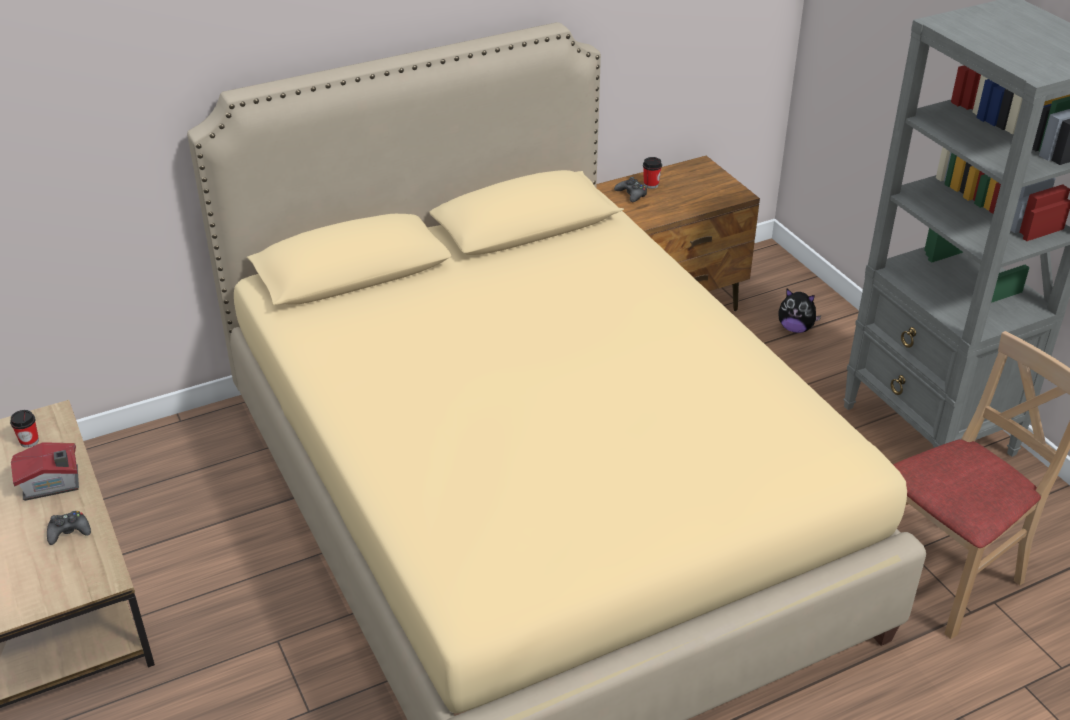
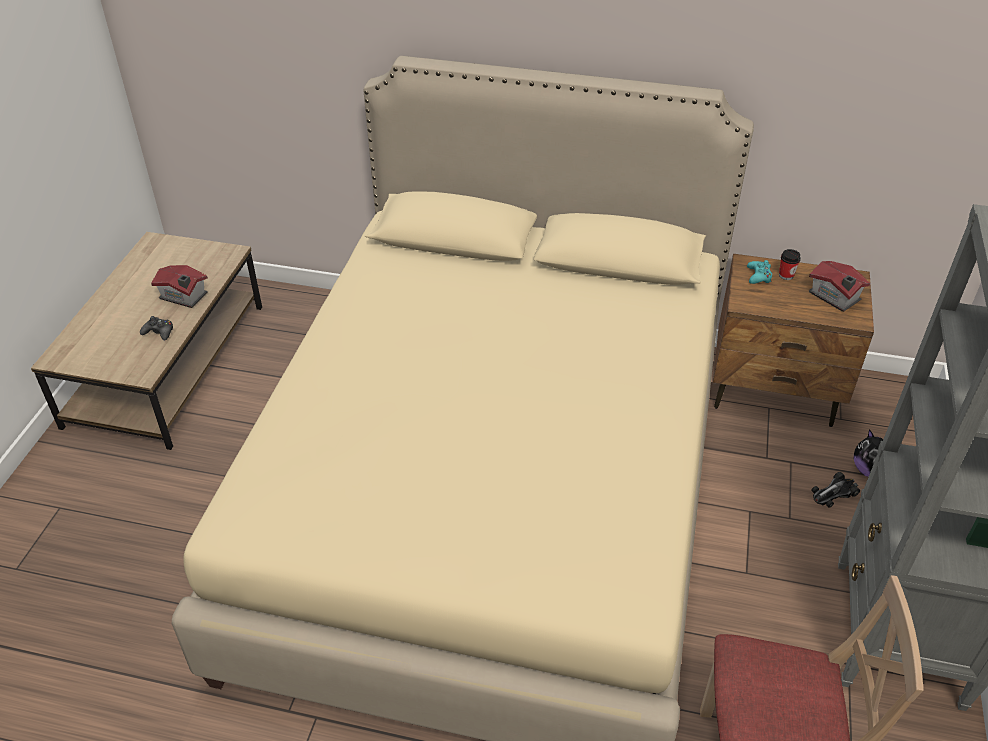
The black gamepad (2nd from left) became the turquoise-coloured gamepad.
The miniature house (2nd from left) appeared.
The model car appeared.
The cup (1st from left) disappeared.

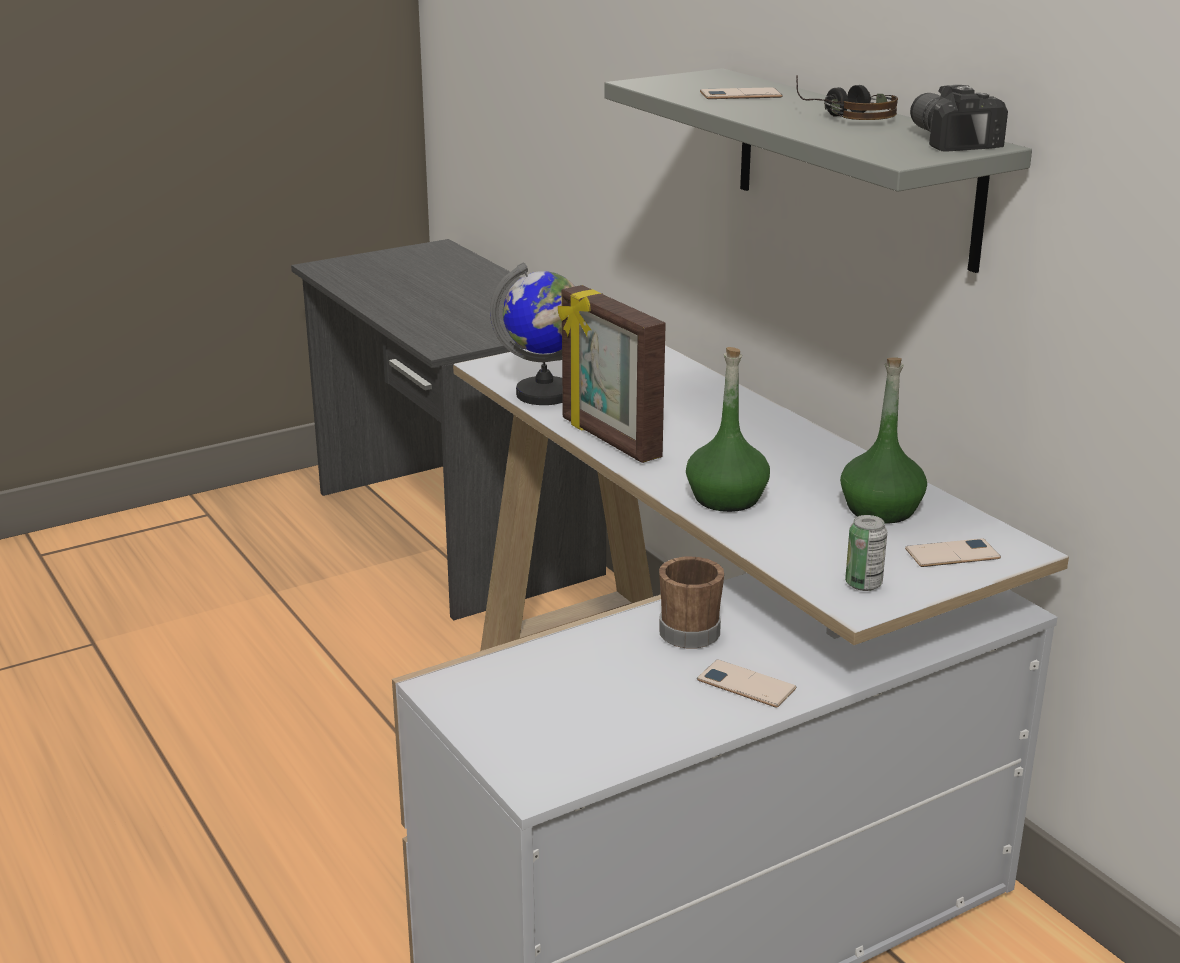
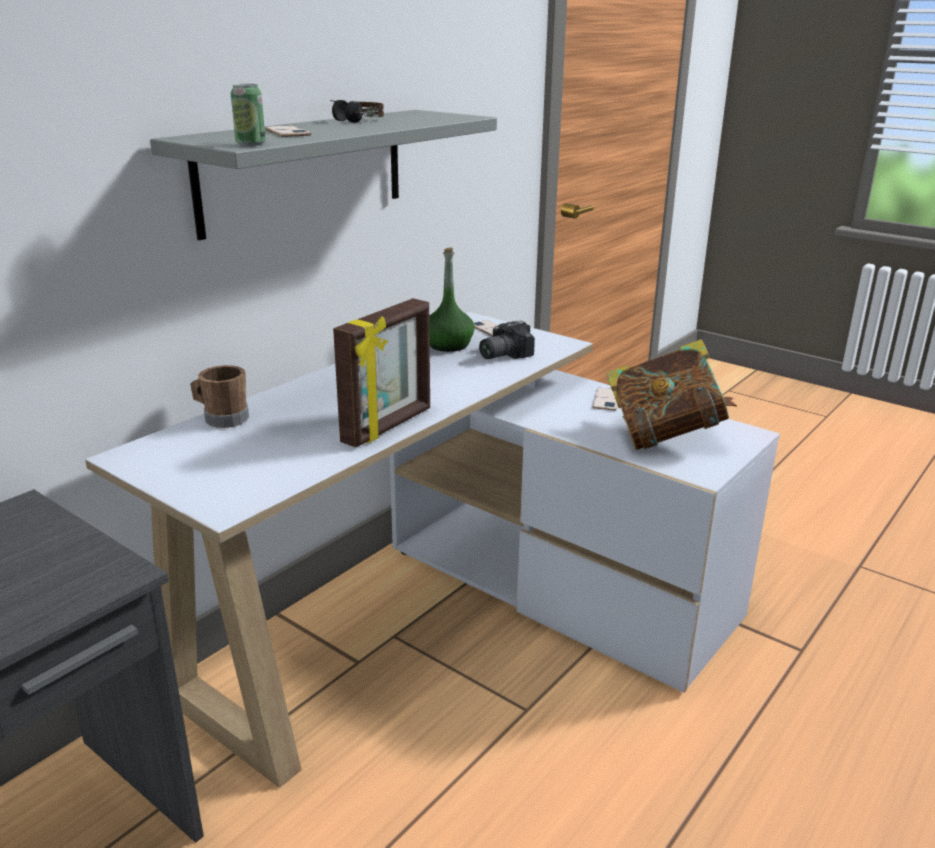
The brownish mug moved.
The can moved.
The still camera moved.
The bound book appeared.
The desk globe disappeared.
The green-coloured beverage bottle (1st from left) disappeared.

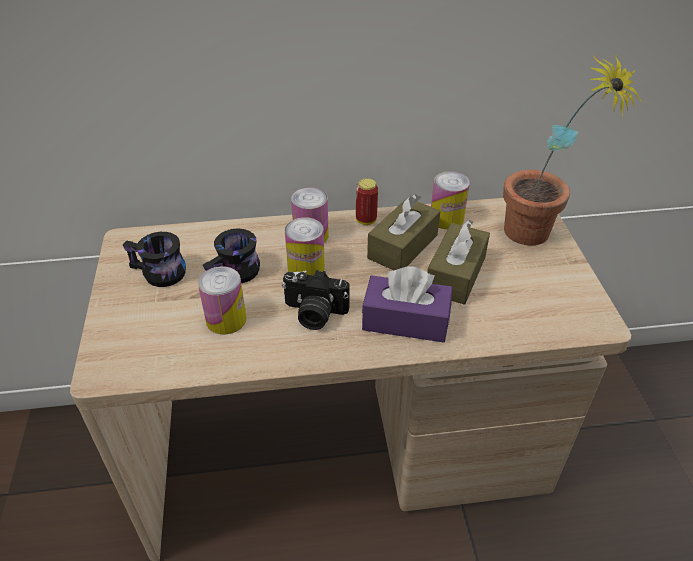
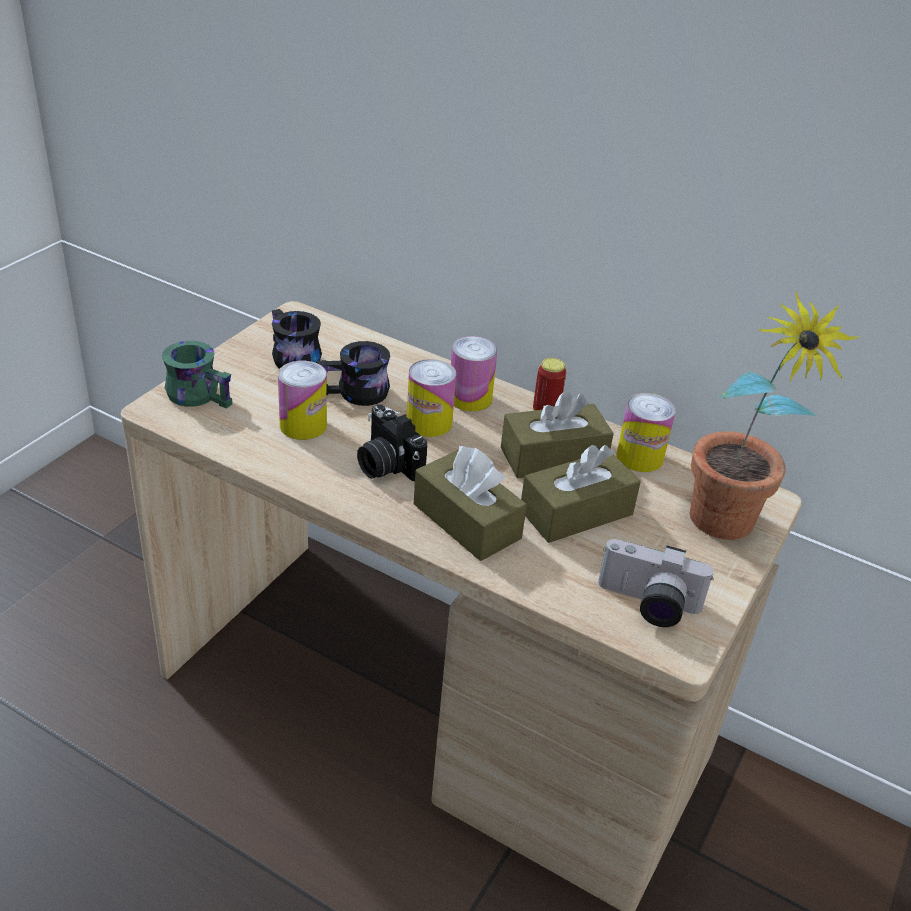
The green-coloured mug appeared.
The purple-coloured tissue holder became the brownish tissue holder (1st from left).
The still camera (2nd from left) appeared.

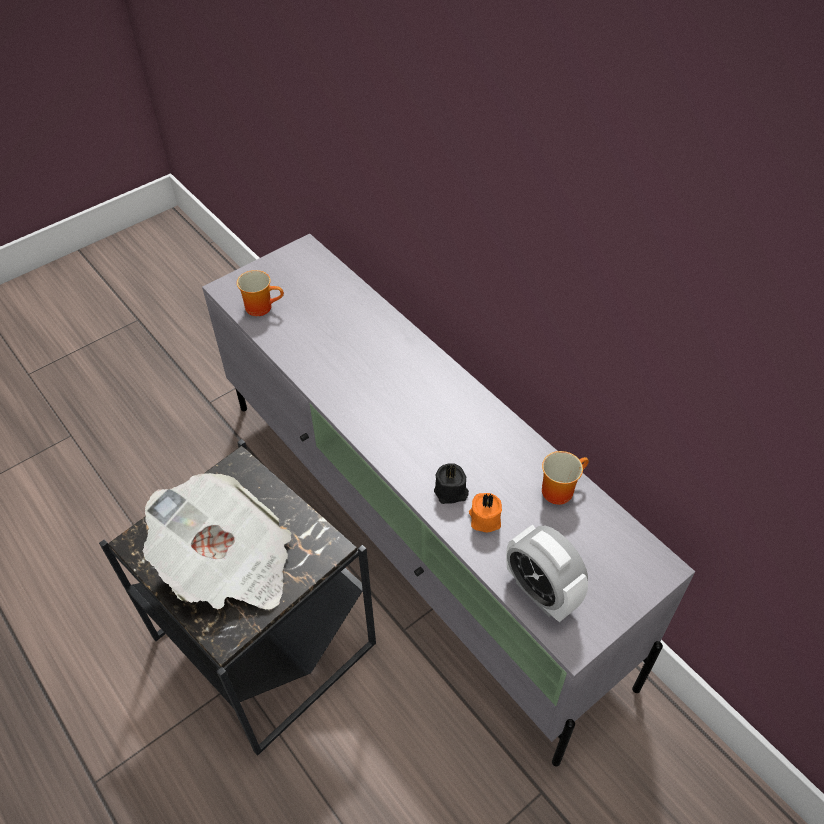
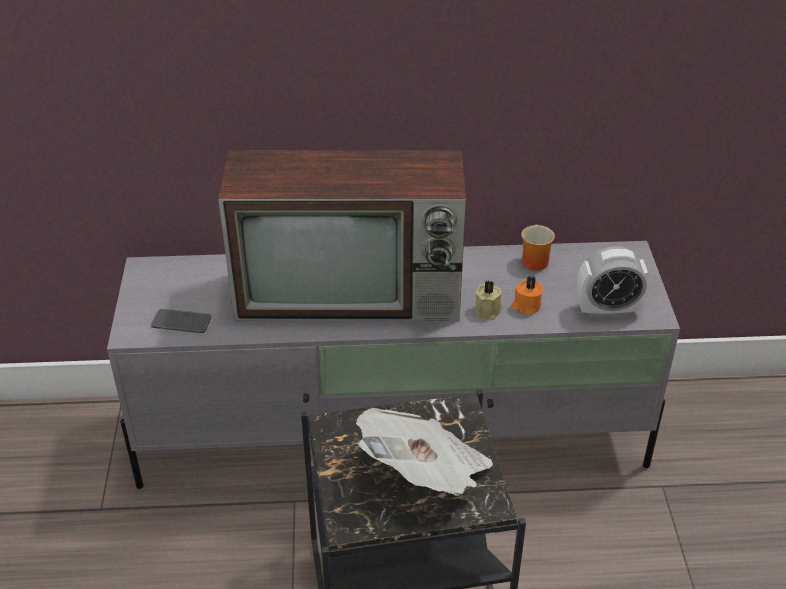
The mug (1st from left) was replaced by the handset.
The TV appeared.
The black wax light became the beige-coloured wax light.

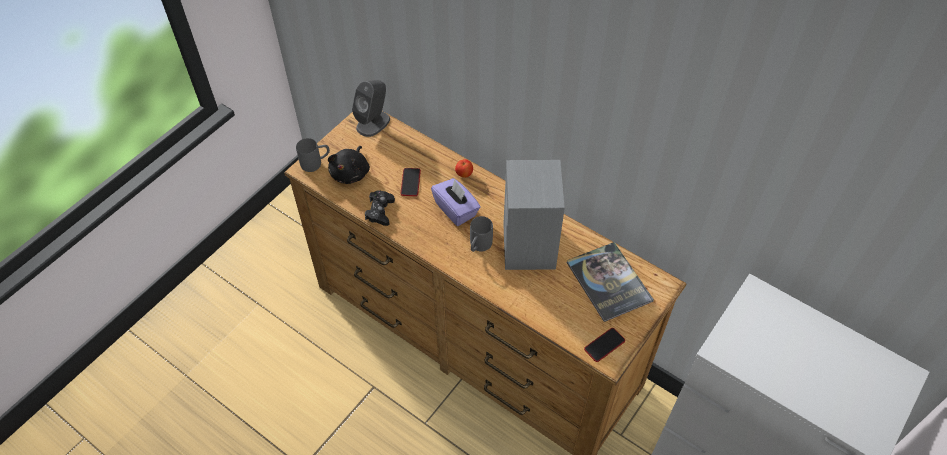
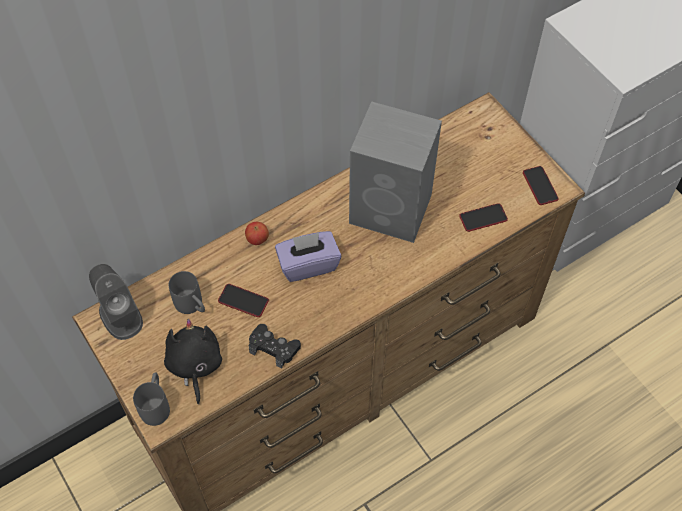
The black soft toy turned 135 degrees counterclockwise.
The grey mug (2nd from left) moved.
The handset (2nd from left) appeared.
The bound book disappeared.

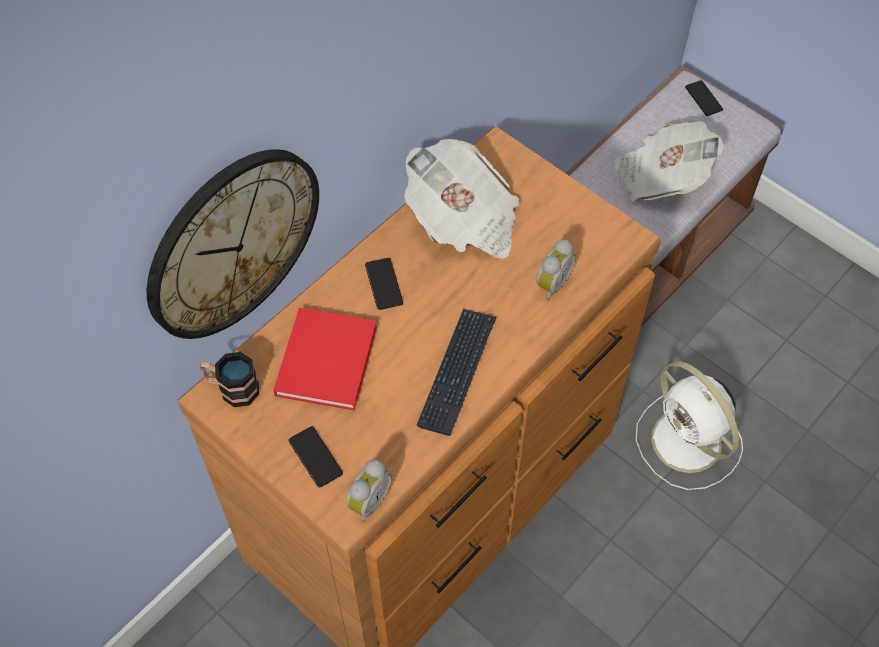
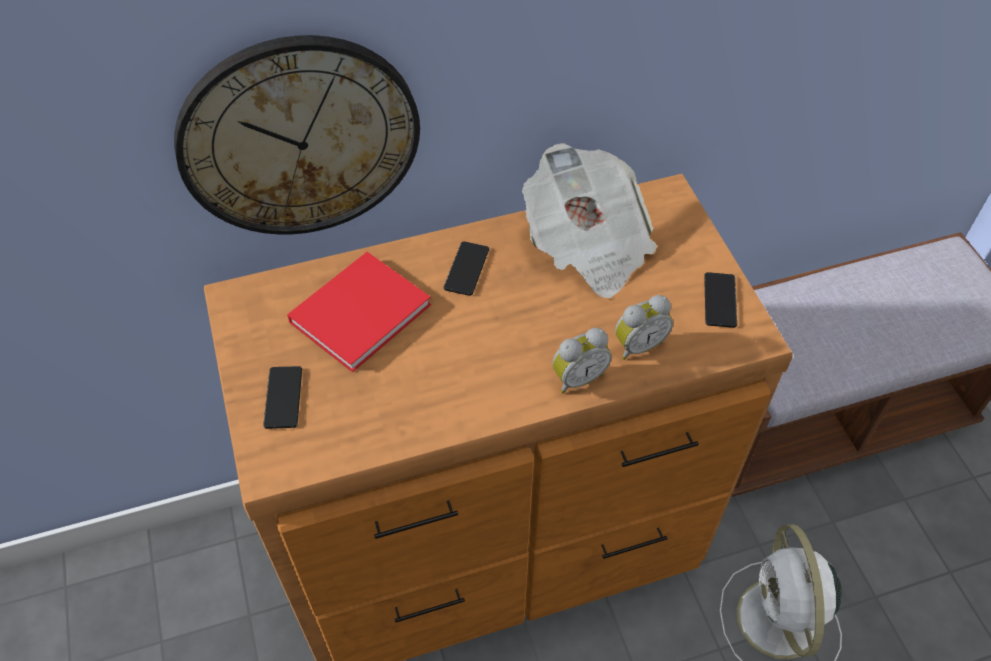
The table clock (1st from left) moved.
The handset (3rd from left) moved.
The mug disappeared.
The PC keyboard disappeared.
The newspaper (2nd from left) disappeared.

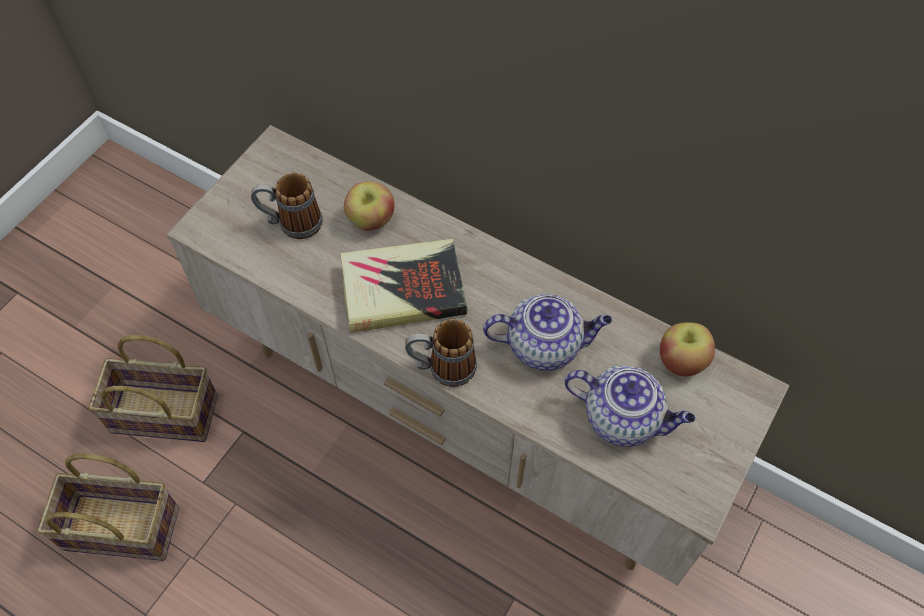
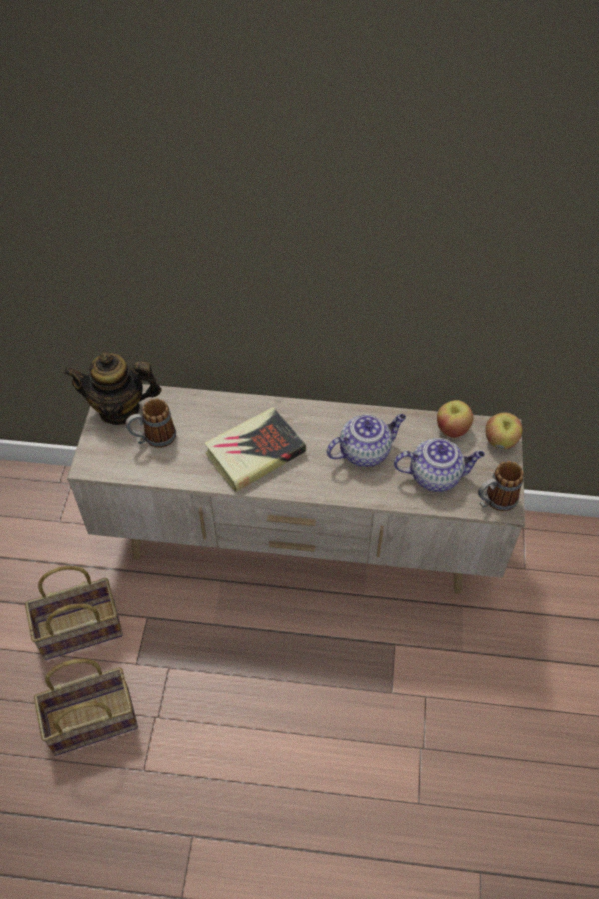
The teapot (1st from left) appeared.
The mug (2nd from left) moved.
The apple fruit (1st from left in the first image) moved.

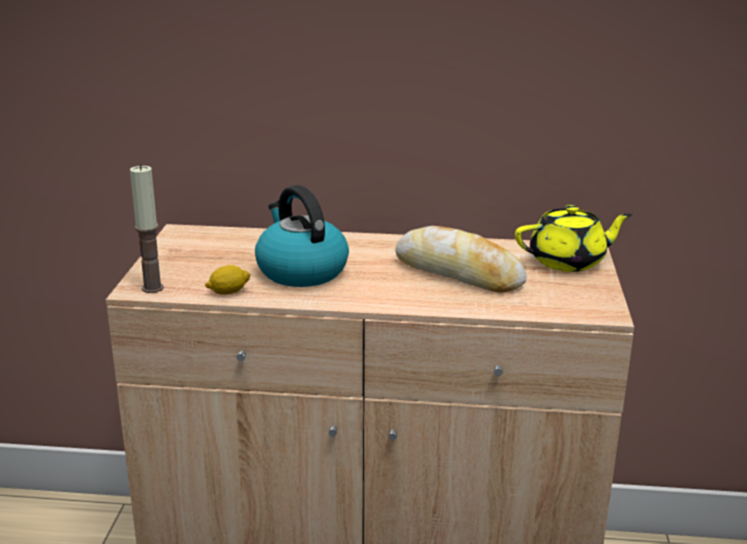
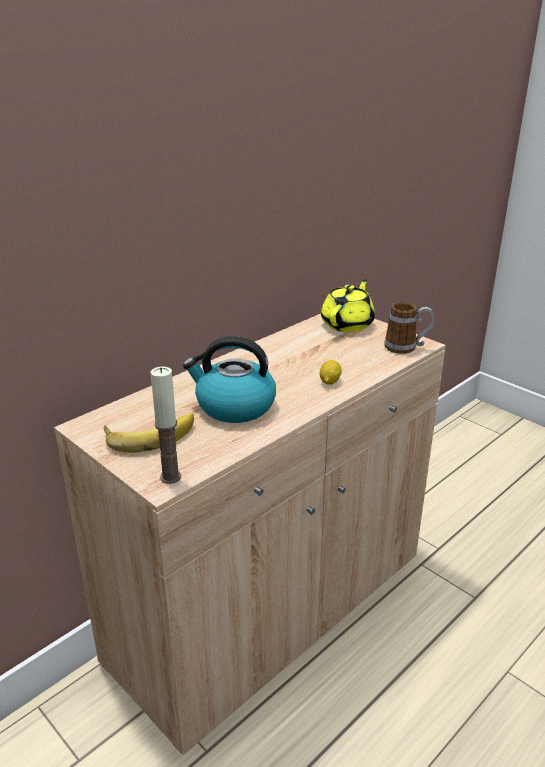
The banana fruit appeared.
The citrus fruit moved.
The mug appeared.
The bread disappeared.

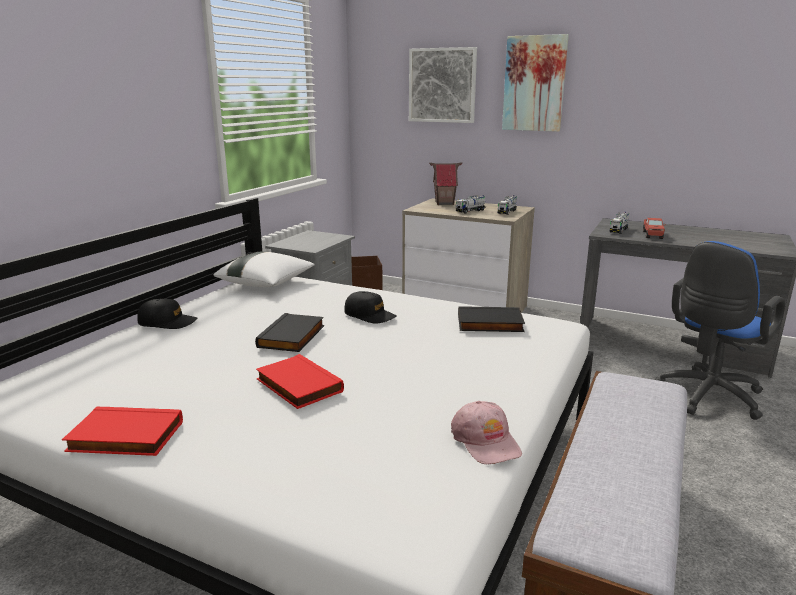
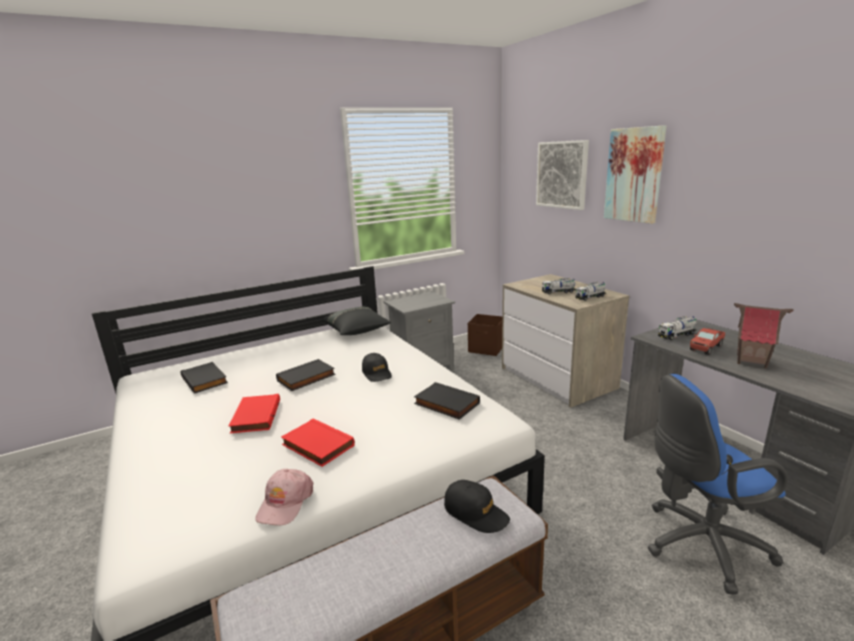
The black bound book (1st from left) appeared.
The red-coloured bound book (1st from left in the first image) moved.
The whitish cushion became the black cushion.
The black cap (1st from left in the first image) moved.
The miniature house moved.

